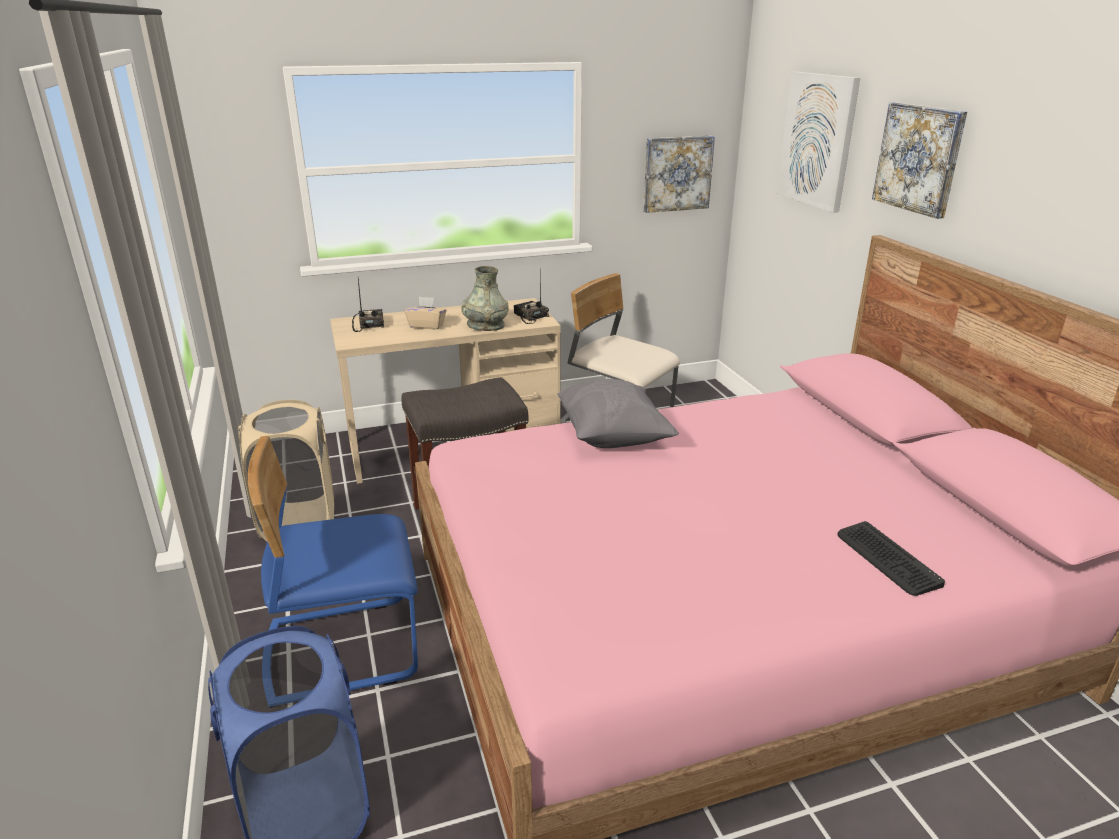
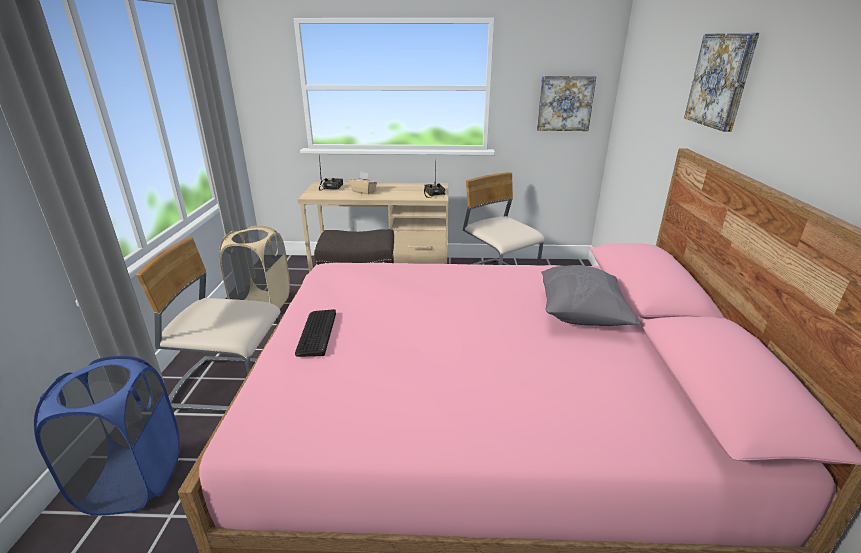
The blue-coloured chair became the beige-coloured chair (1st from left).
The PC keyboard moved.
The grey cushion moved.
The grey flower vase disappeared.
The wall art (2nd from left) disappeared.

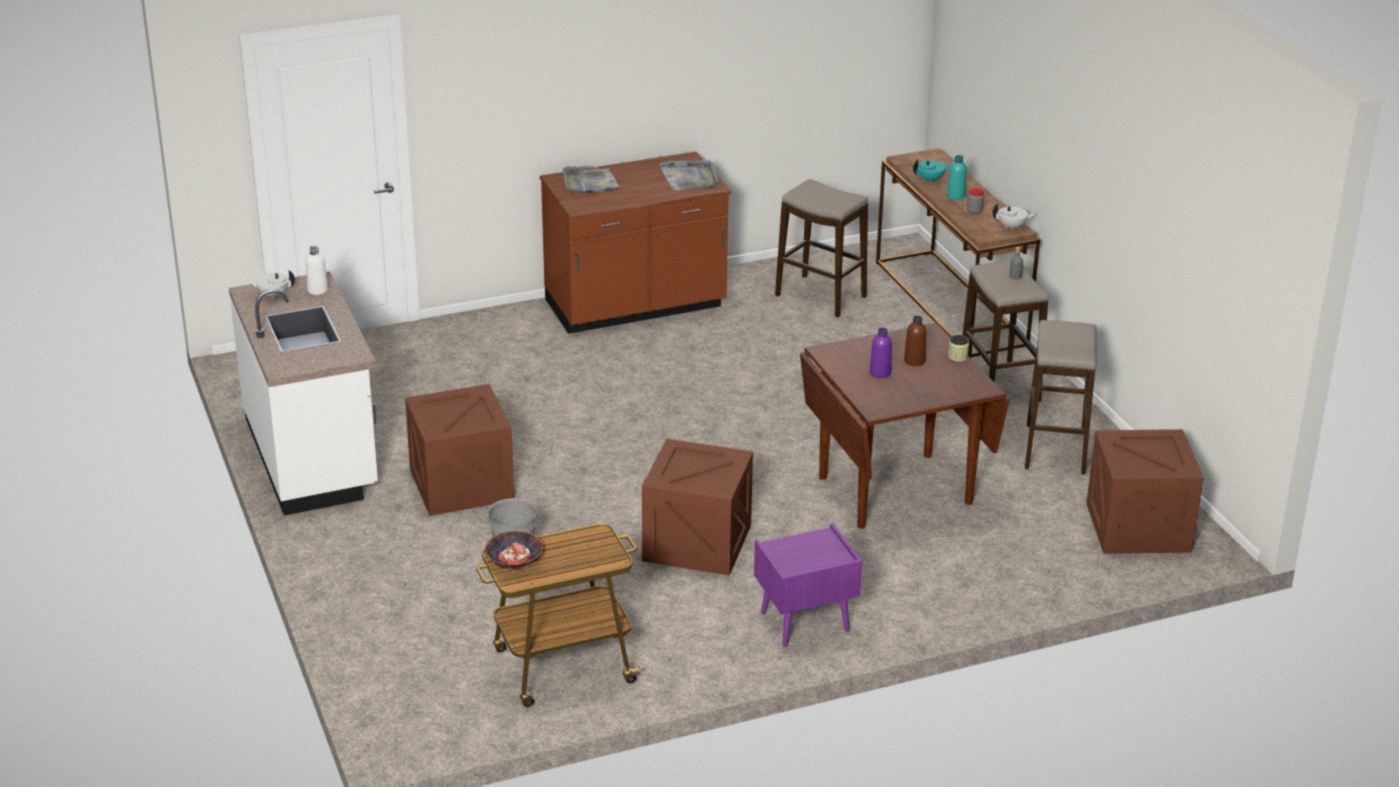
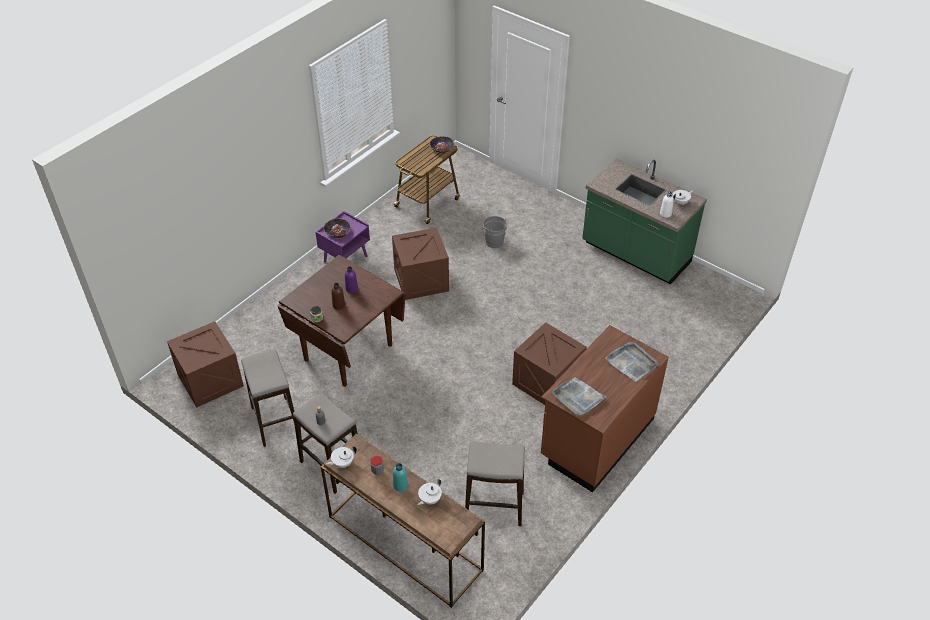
The serving bowl (1st from left) appeared.
The turquoise-coloured teapot became the whitish teapot (2nd from left).
The shipping crate (1st from left in the first image) moved.
The whitish kitchen base unit became the green-coloured kitchen base unit.

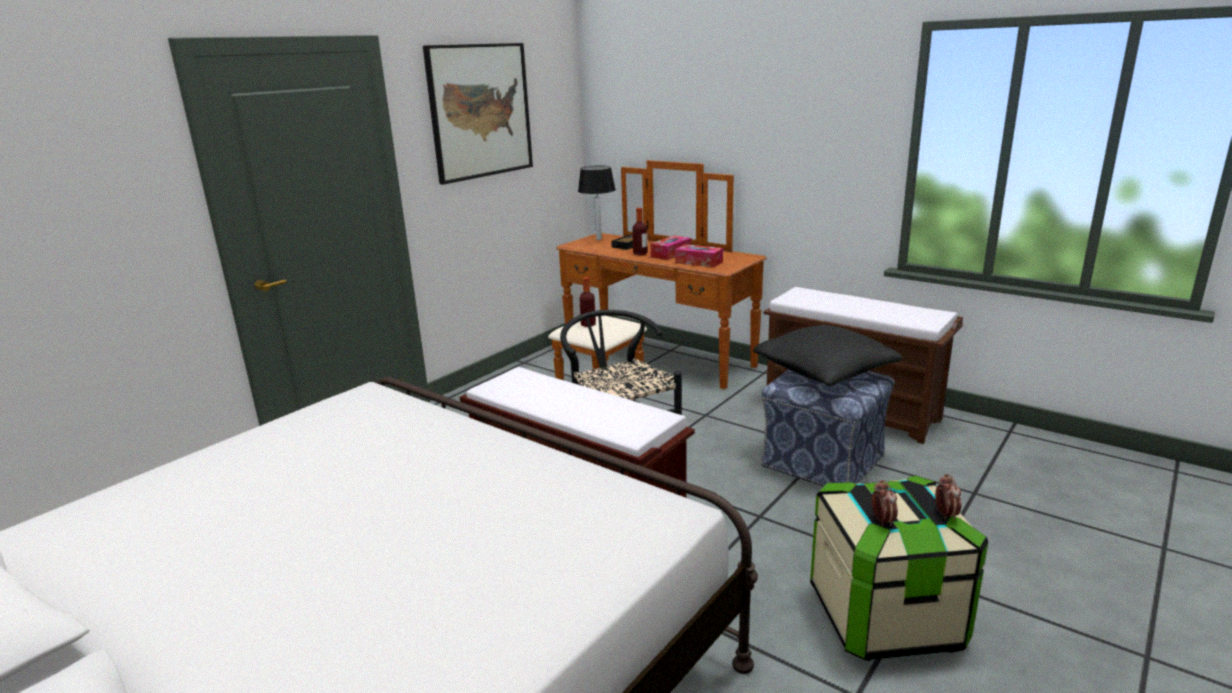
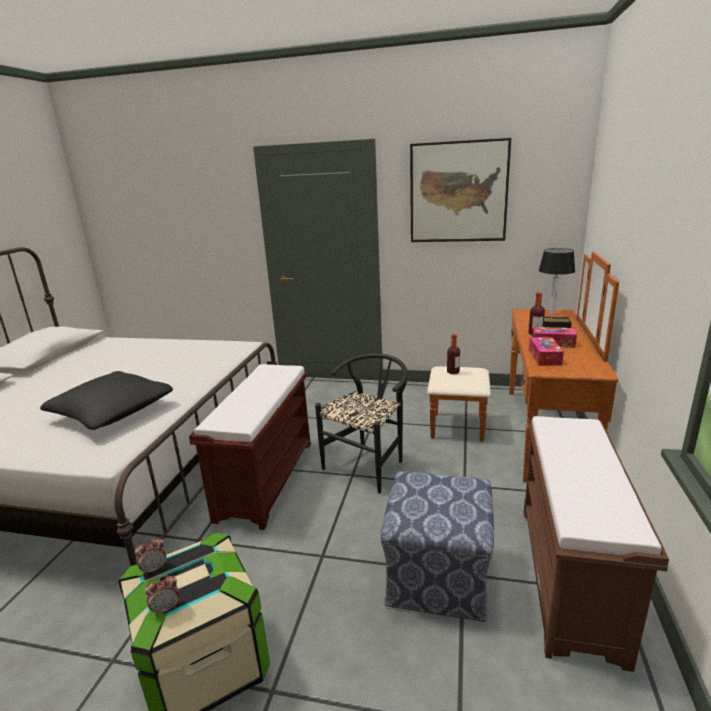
The black cushion moved.

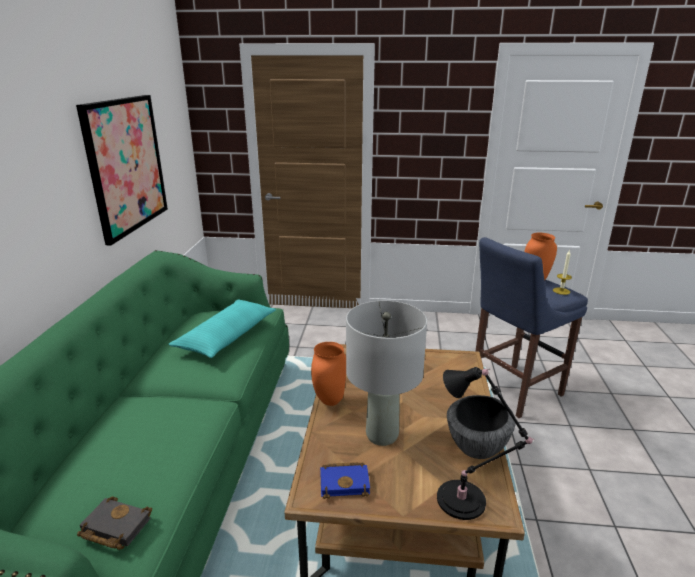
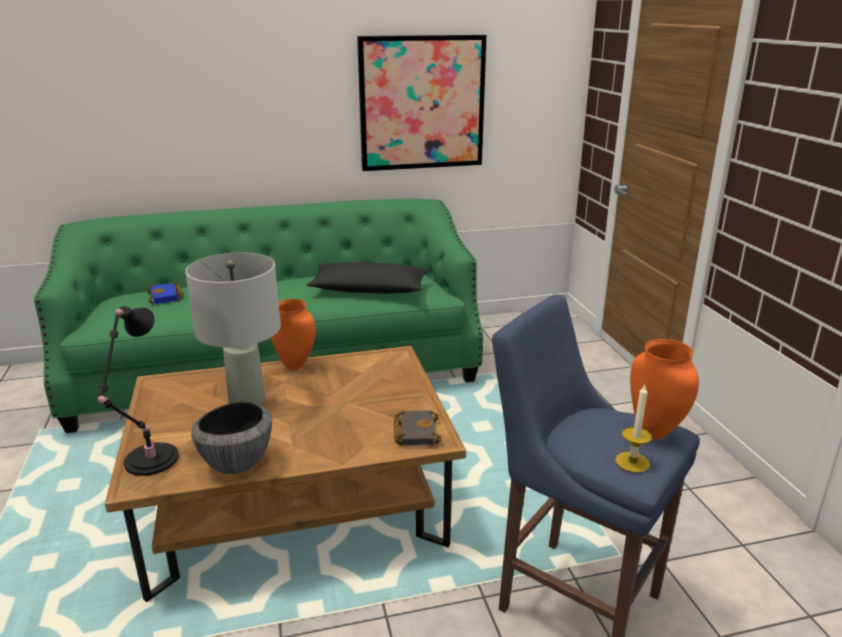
The blue-coloured bound book moved.
The turquoise-coloured cushion became the black cushion.
The black bound book moved.

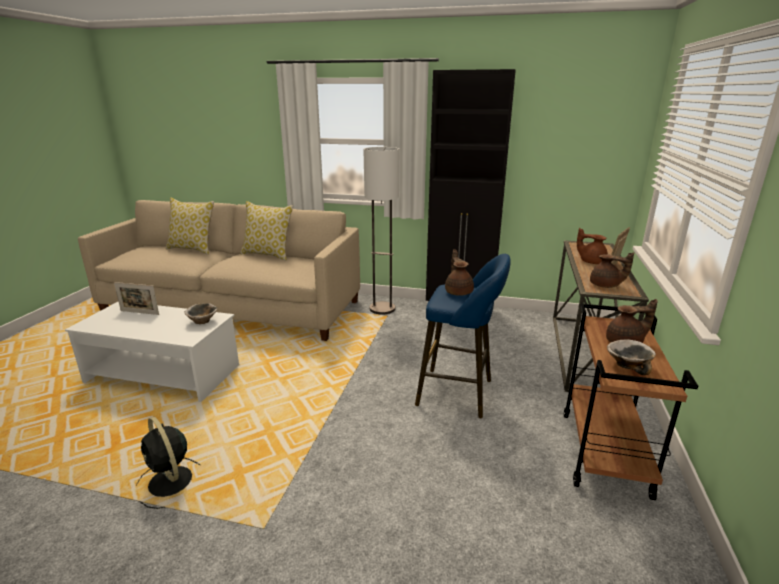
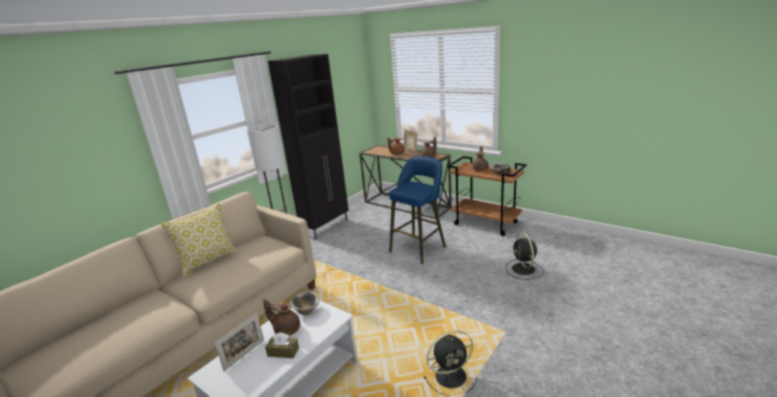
The brownish teapot (1st from left) moved.
The brownish tissue holder appeared.
The black cooling fan (2nd from left) appeared.
The cushion (1st from left) disappeared.

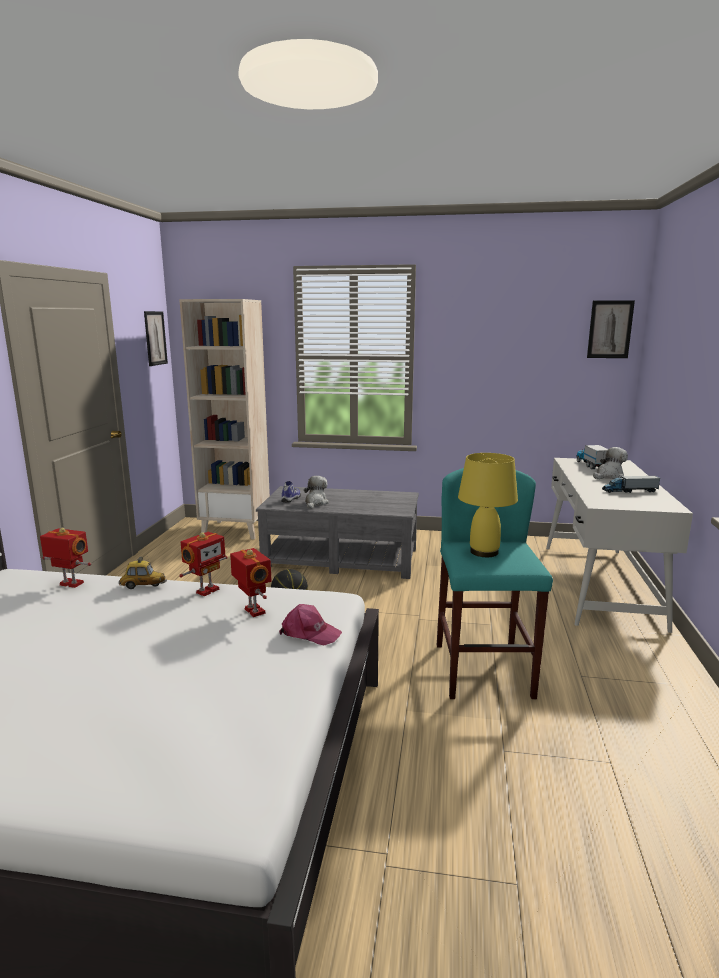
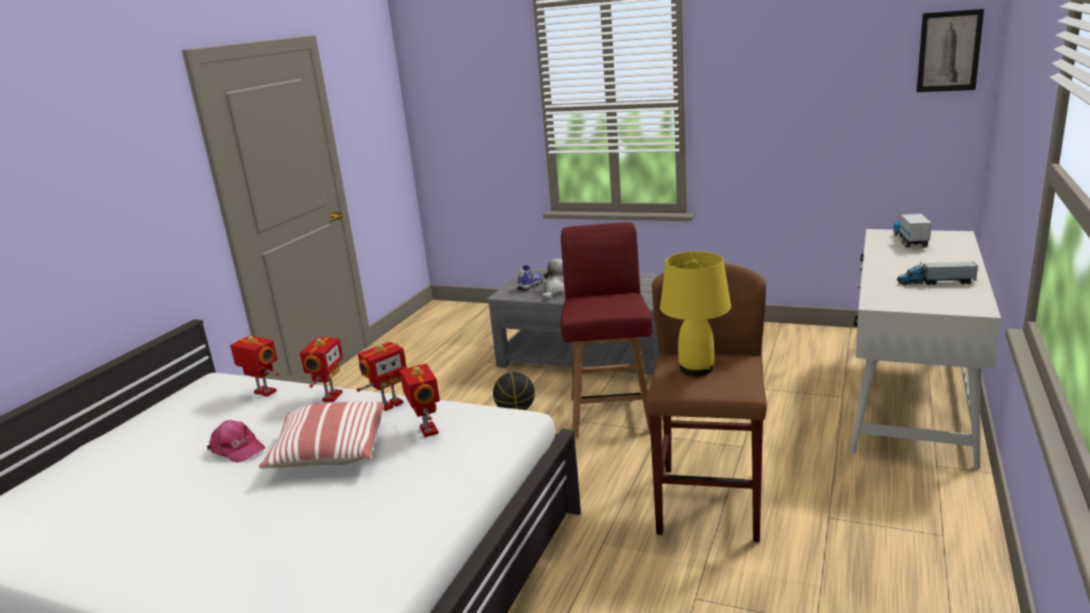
The pink-coloured cap moved.
The cushion appeared.
The model car was replaced by the model robot (2nd from left).
The red-coloured chair appeared.
The turquoise-coloured stool became the brownish stool.
The wall art (1st from left) disappeared.
The beige-coloured shelving unit disappeared.
The soft toy (2nd from left) disappeared.

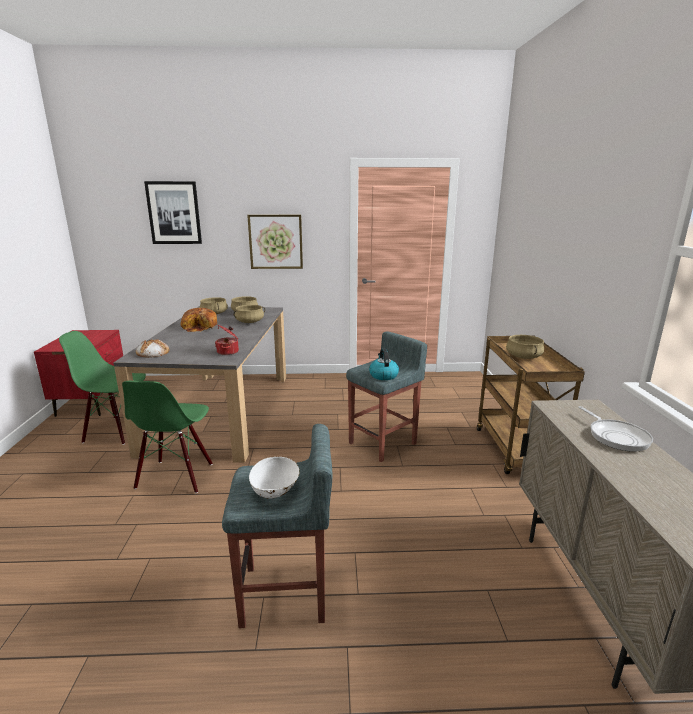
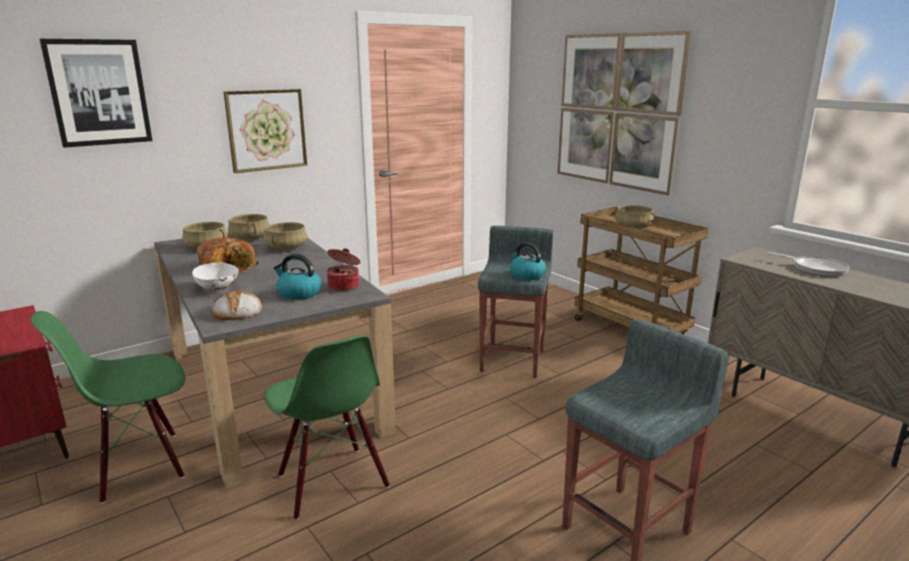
The whitish serving bowl moved.
The kettle (1st from left) appeared.
The wall art (3rd from left) appeared.

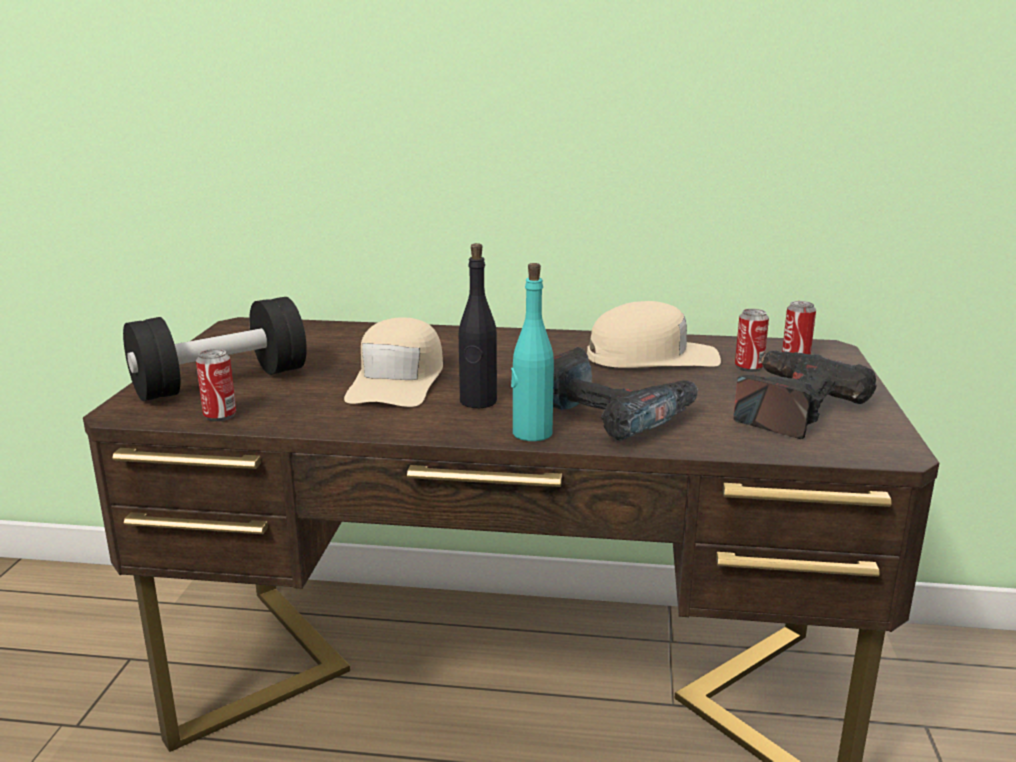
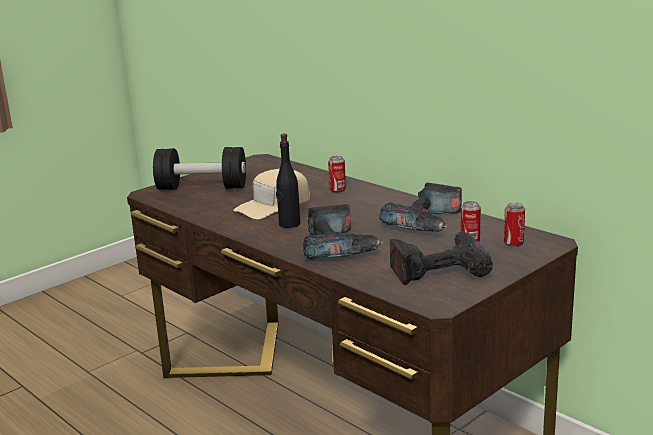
The can (1st from left) moved.
The beige-coloured cap (2nd from left) was replaced by the electric drill (2nd from left).
The turquoise-coloured beverage bottle disappeared.

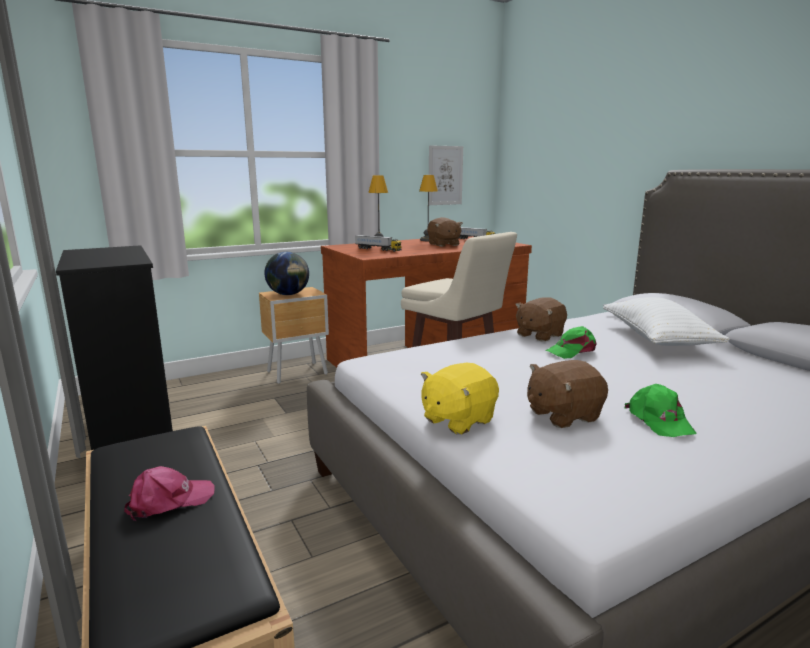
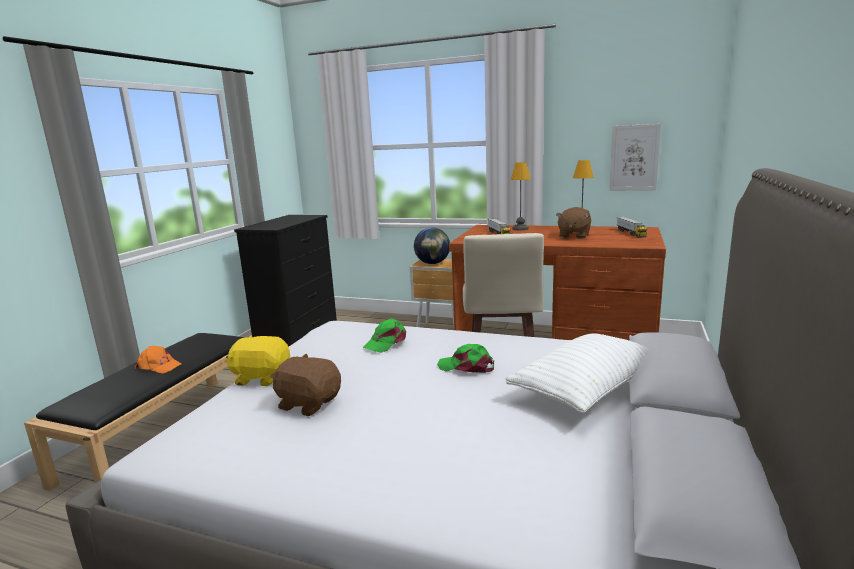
The pink-coloured cap became the orange cap.
The green-coloured cap (2nd from left in the first image) moved.
The brownish soft toy (2nd from left) disappeared.

